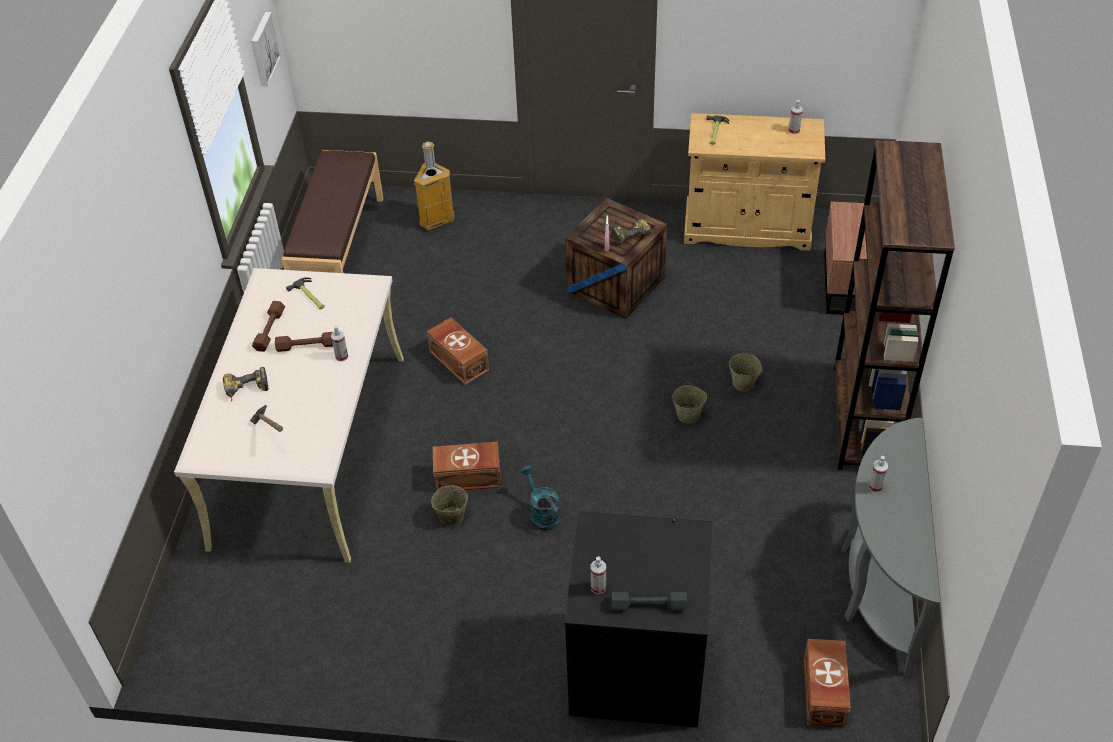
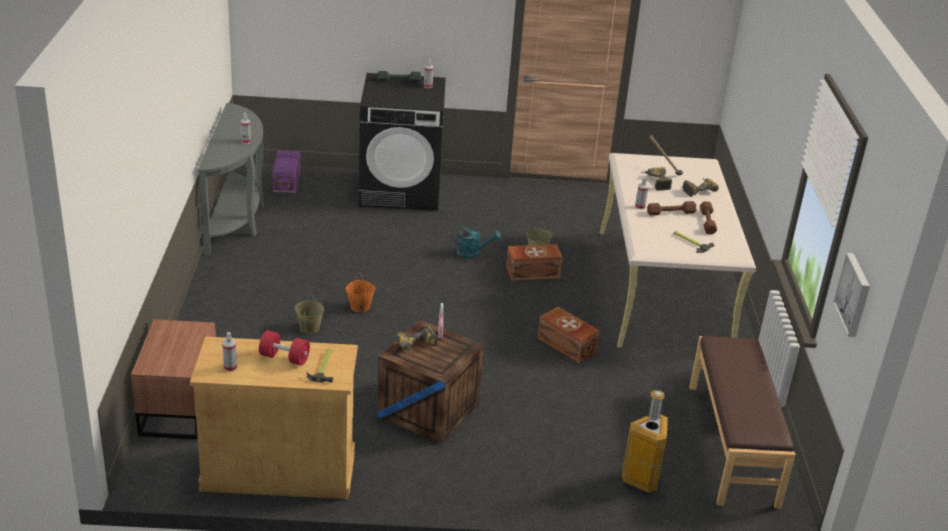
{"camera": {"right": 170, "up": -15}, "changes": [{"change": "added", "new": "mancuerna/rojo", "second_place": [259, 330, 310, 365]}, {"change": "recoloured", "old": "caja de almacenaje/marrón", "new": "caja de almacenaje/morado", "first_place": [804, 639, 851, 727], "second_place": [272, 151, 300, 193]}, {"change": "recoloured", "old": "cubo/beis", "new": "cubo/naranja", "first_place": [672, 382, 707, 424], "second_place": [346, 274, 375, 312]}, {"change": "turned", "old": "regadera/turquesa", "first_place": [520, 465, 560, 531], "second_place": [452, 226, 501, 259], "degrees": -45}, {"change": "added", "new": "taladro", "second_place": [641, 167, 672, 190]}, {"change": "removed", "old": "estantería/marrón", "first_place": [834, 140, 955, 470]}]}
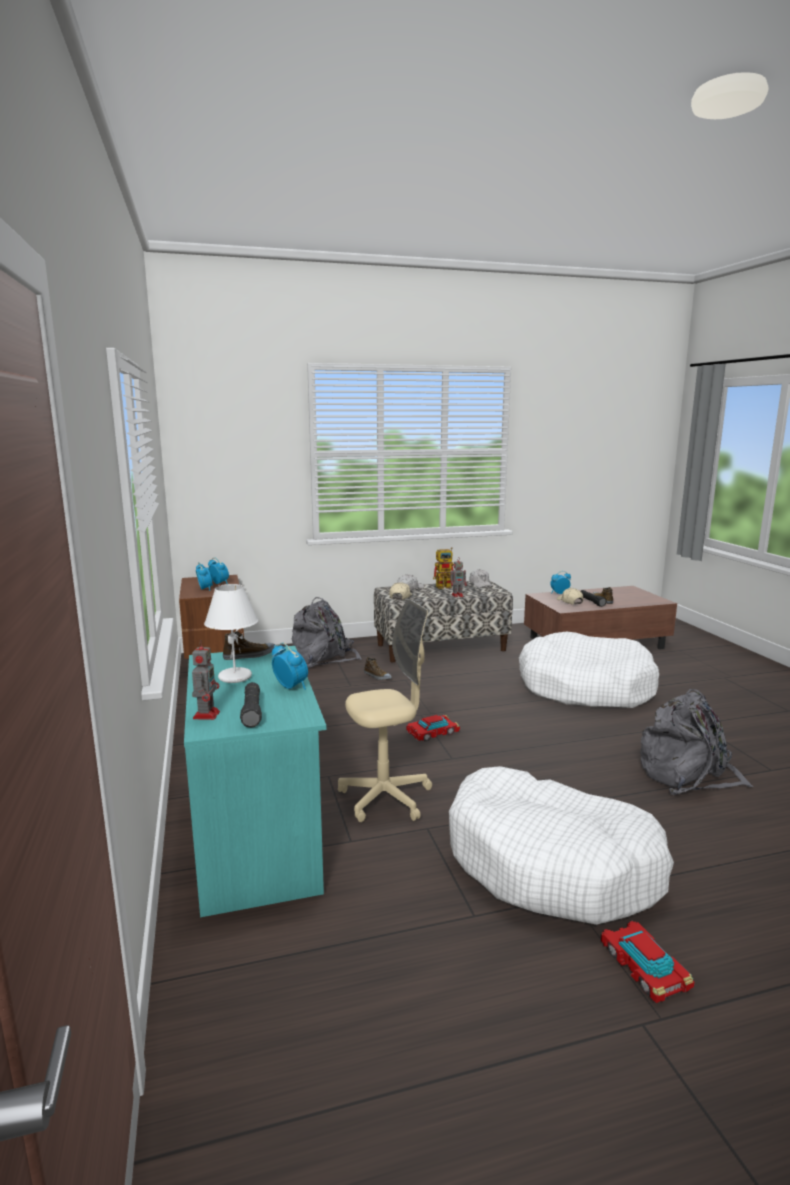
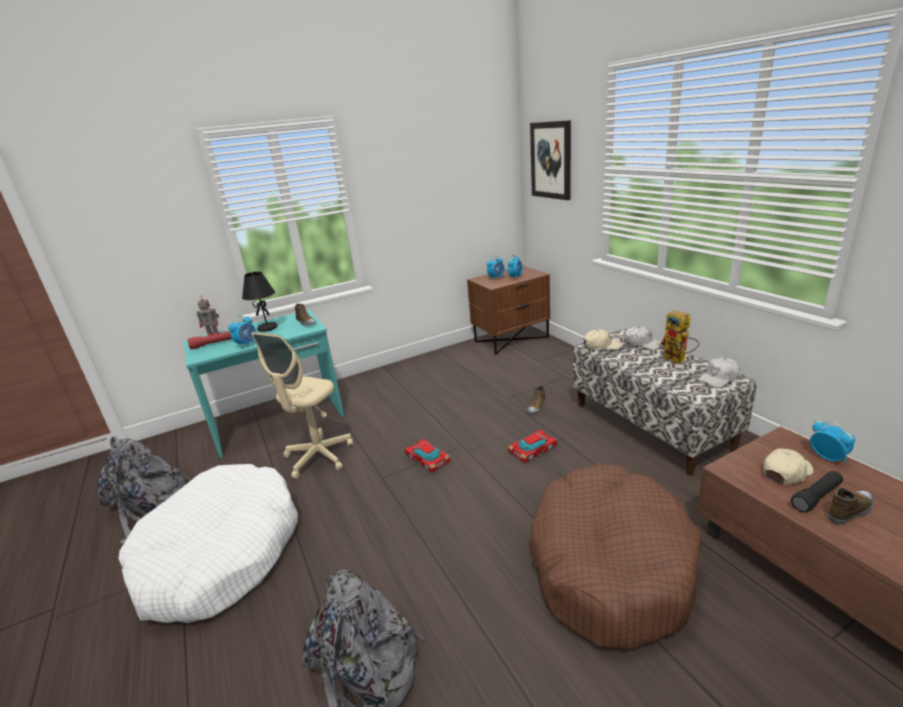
{"camera": {"right": 80, "up": 10}, "changes": [{"change": "moved", "old": "mochila/gris", "first_place": [292, 597, 361, 668], "second_place": [98, 436, 190, 544]}, {"change": "recoloured", "old": "linterna/negro", "new": "linterna/rojo", "first_place": [240, 682, 262, 727], "second_place": [187, 331, 232, 349]}, {"change": "recoloured", "old": "lámpara de mesa/blanco", "new": "lámpara de mesa/negro", "first_place": [204, 584, 258, 683], "second_place": [242, 271, 278, 332]}, {"change": "turned", "old": "silla de oficina/beis", "first_place": [338, 600, 432, 822], "second_place": [251, 332, 353, 479], "degrees": 60}, {"change": "moved", "old": "coche de juguete", "first_place": [601, 921, 695, 1003], "second_place": [508, 430, 557, 463]}, {"change": "recoloured", "old": "cama para perro/blanco", "new": "cama para perro/marrón", "first_place": [519, 632, 659, 708], "second_place": [529, 463, 701, 650]}, {"change": "added", "new": "cuadro", "second_place": [530, 120, 571, 200]}, {"change": "removed", "old": "robot de juguete", "first_place": [450, 558, 467, 597]}]}
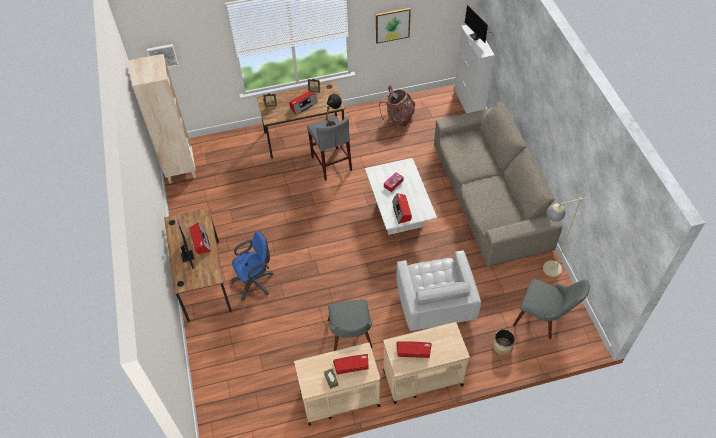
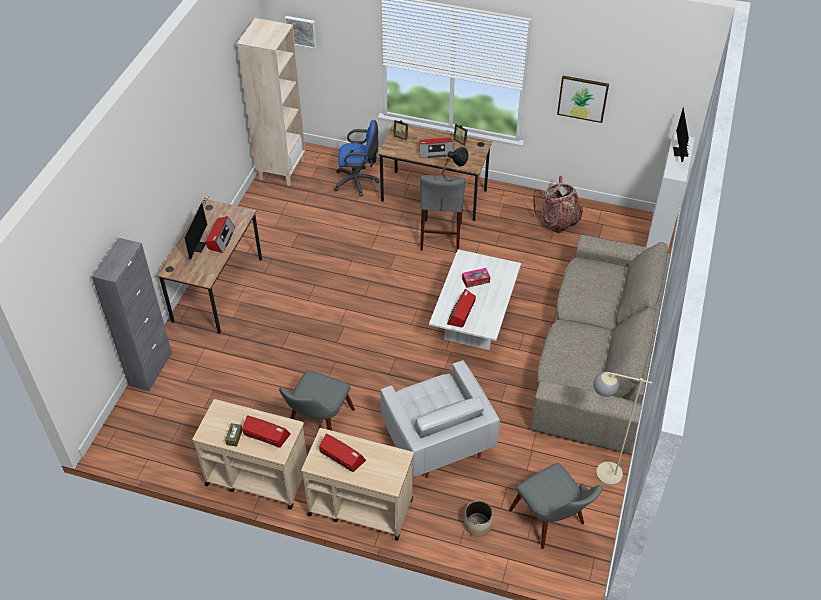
{"camera": {"right": 30, "up": -5}, "changes": [{"change": "added", "new": "armario/gris", "second_place": [92, 238, 172, 391]}, {"change": "moved", "old": "silla de oficina/azul", "first_place": [231, 231, 273, 301], "second_place": [334, 120, 379, 197]}, {"change": "turned", "old": "sillón/blanco", "first_place": [396, 250, 481, 331], "second_place": [380, 360, 500, 478], "degrees": -45}]}
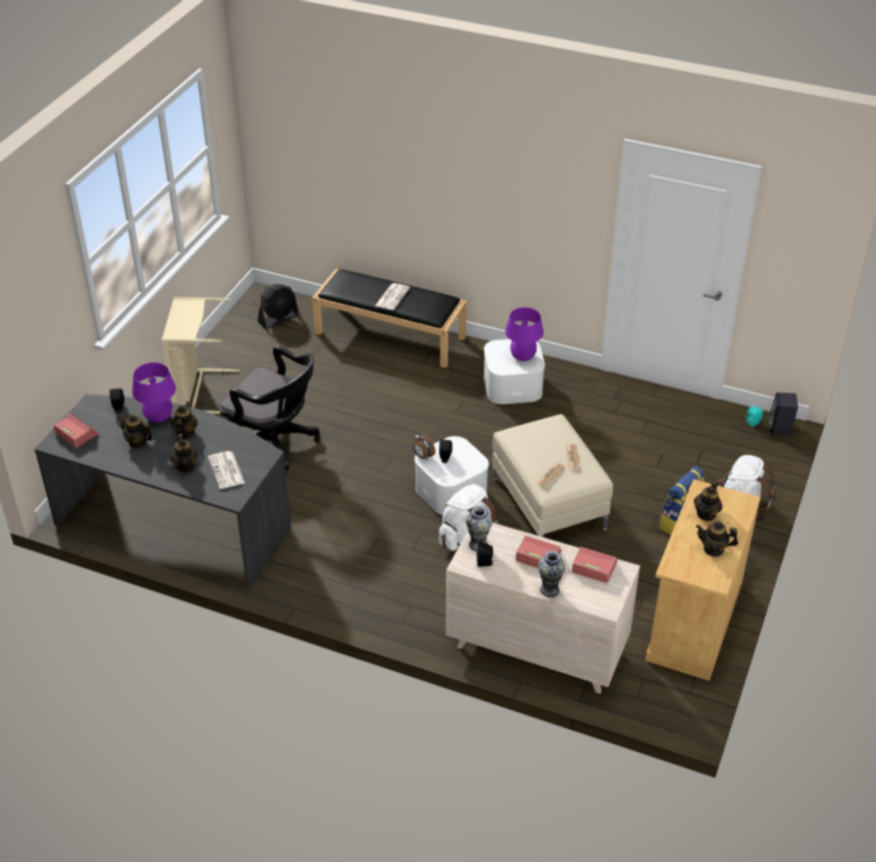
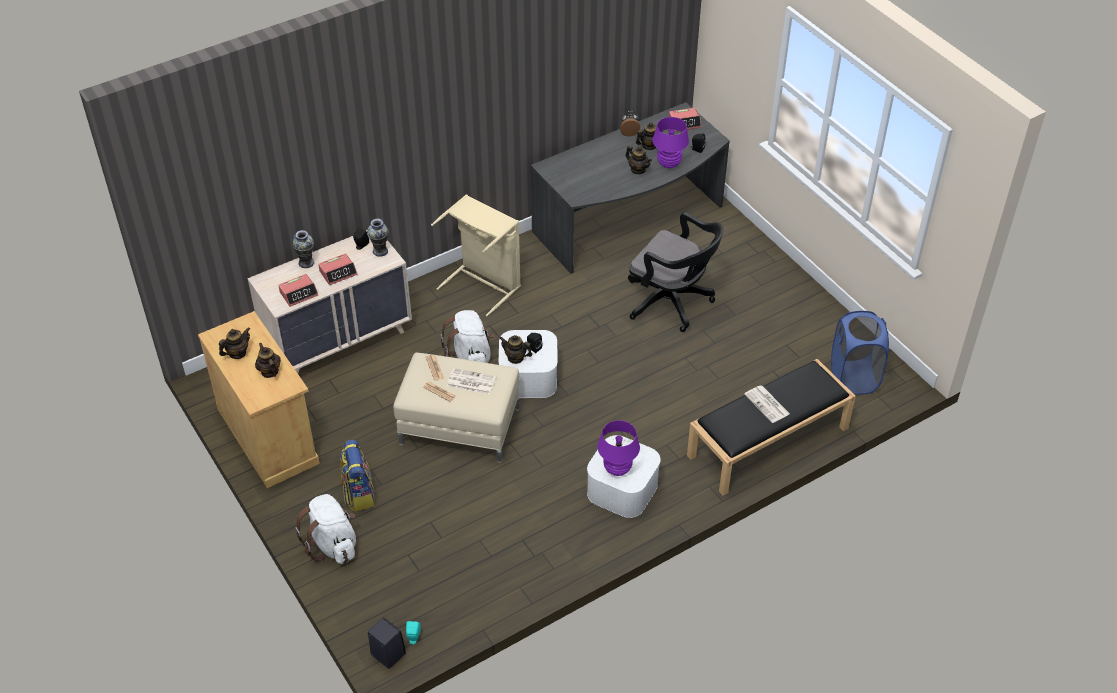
{"camera": {"right": 125, "up": 5}, "changes": [{"change": "moved", "old": "cesto de la ropa/beis", "first_place": [162, 297, 240, 414], "second_place": [431, 194, 521, 316]}, {"change": "moved", "old": "periódico", "first_place": [208, 451, 245, 489], "second_place": [447, 368, 496, 395]}, {"change": "moved", "old": "tetera", "first_place": [170, 434, 198, 472], "second_place": [499, 335, 533, 364]}, {"change": "moved", "old": "despertador", "first_place": [413, 432, 435, 460], "second_place": [620, 111, 640, 136]}, {"change": "turned", "old": "silla de oficina/negro", "first_place": [220, 346, 321, 473], "second_place": [628, 212, 723, 332], "degrees": -120}, {"change": "replaced", "old": "ventilador/negro", "new": "cesto de la ropa/azul", "first_place": [258, 284, 299, 329], "second_place": [831, 311, 889, 395]}]}
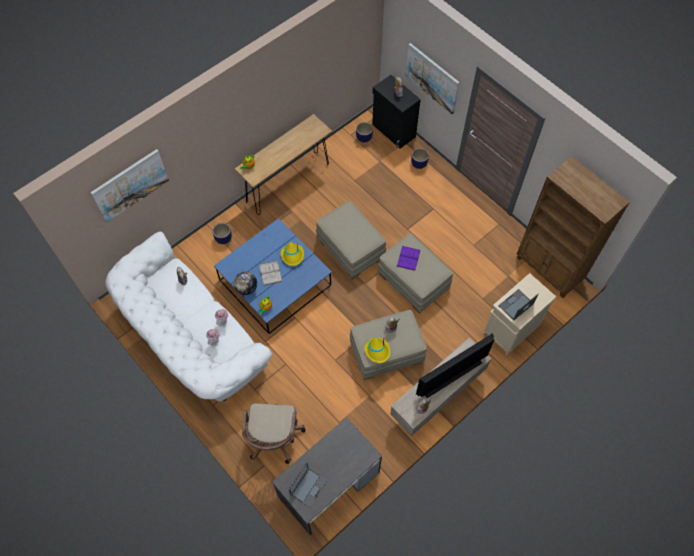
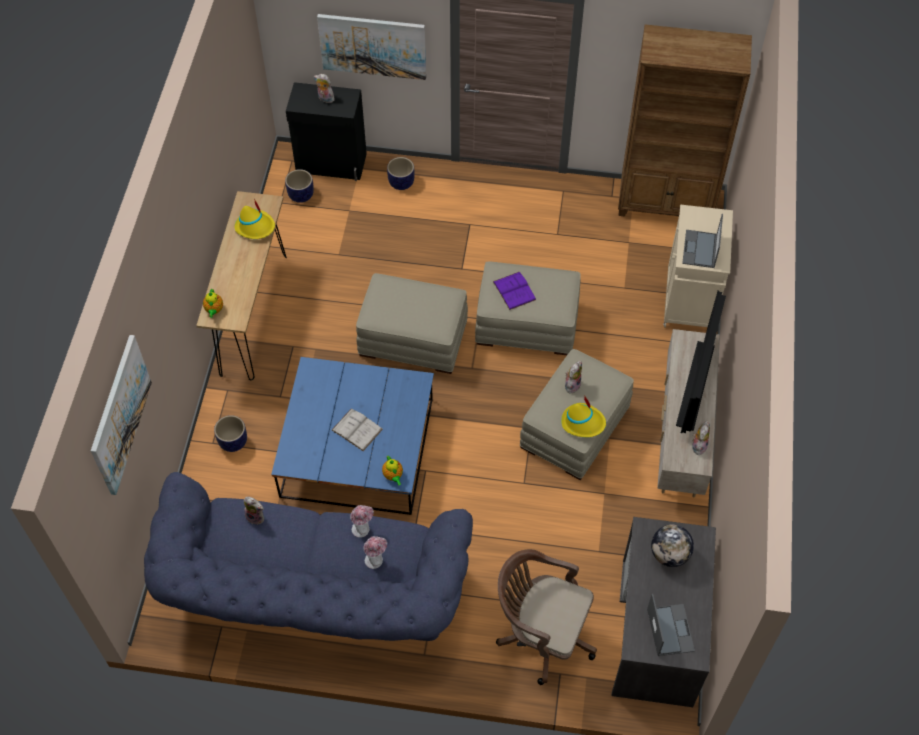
{"camera": {"right": -40, "up": -5}, "changes": [{"change": "recoloured", "old": "sofá/blanco", "new": "sofá/azul", "first_place": [105, 232, 272, 402], "second_place": [144, 472, 473, 641]}, {"change": "moved", "old": "sombrero/amarillo", "first_place": [281, 242, 304, 266], "second_place": [234, 199, 275, 239]}, {"change": "turned", "old": "silla de oficina/marrón", "first_place": [242, 403, 306, 464], "second_place": [496, 549, 597, 685], "degrees": 150}, {"change": "moved", "old": "globo terráqueo", "first_place": [234, 272, 257, 295], "second_place": [651, 524, 694, 567]}]}
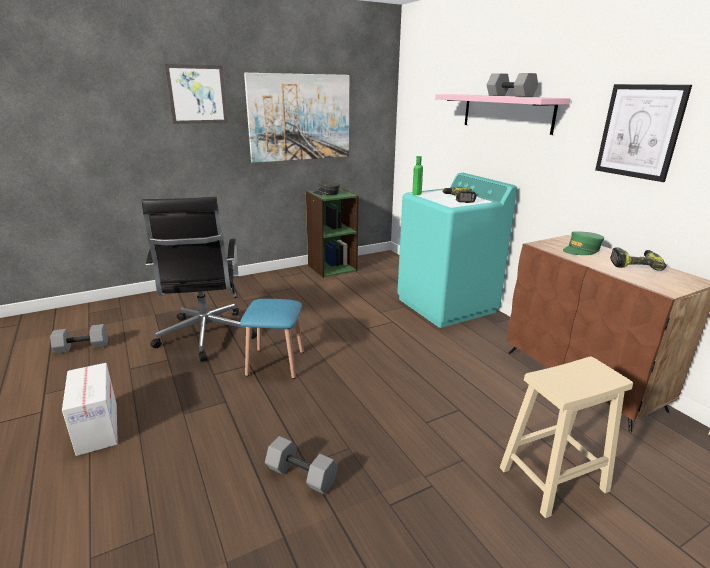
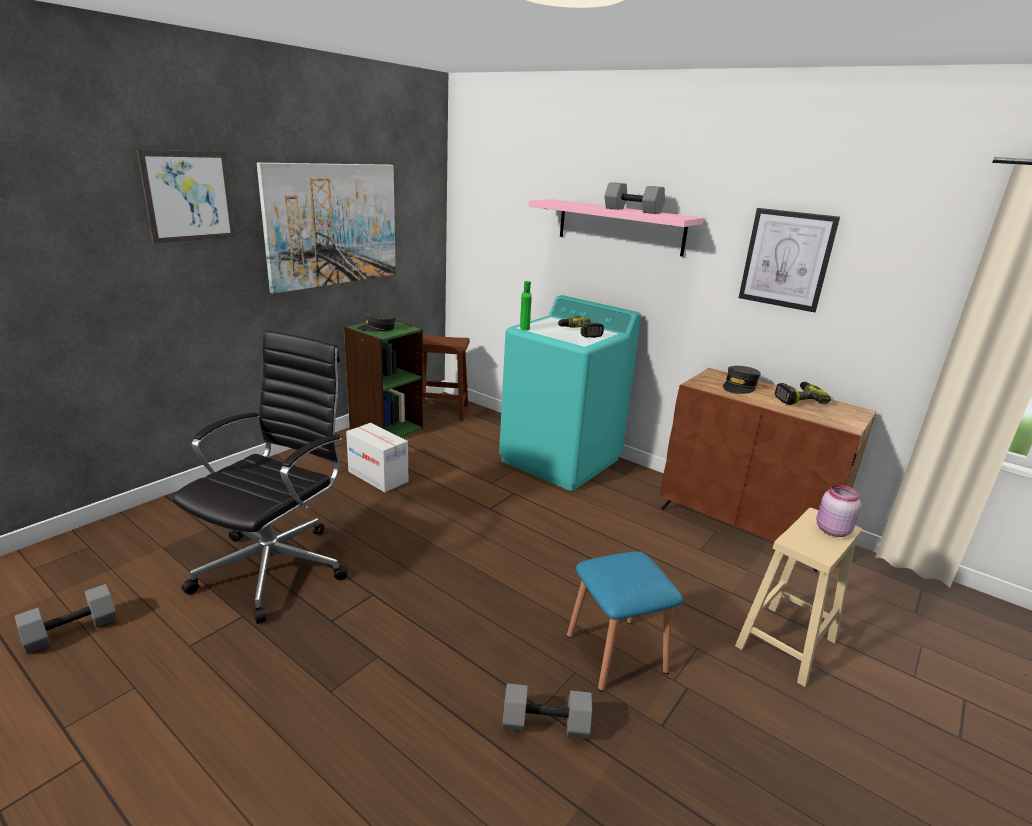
{"camera": {"right": -25, "up": 0}, "changes": [{"change": "turned", "old": "silla de oficina/negro", "first_place": [141, 197, 257, 362], "second_place": [173, 330, 348, 624], "degrees": -120}, {"change": "moved", "old": "caja de cartón", "first_place": [62, 363, 118, 456], "second_place": [346, 423, 408, 492]}, {"change": "added", "new": "taburete/marrón", "second_place": [423, 335, 470, 421]}, {"change": "moved", "old": "taburete/azul", "first_place": [240, 299, 304, 379], "second_place": [567, 551, 683, 691]}, {"change": "recoloured", "old": "gorra/verde", "new": "gorra/gris", "first_place": [563, 231, 604, 255], "second_place": [723, 366, 761, 394]}, {"change": "added", "new": "tarro/rosa", "second_place": [817, 485, 861, 537]}]}
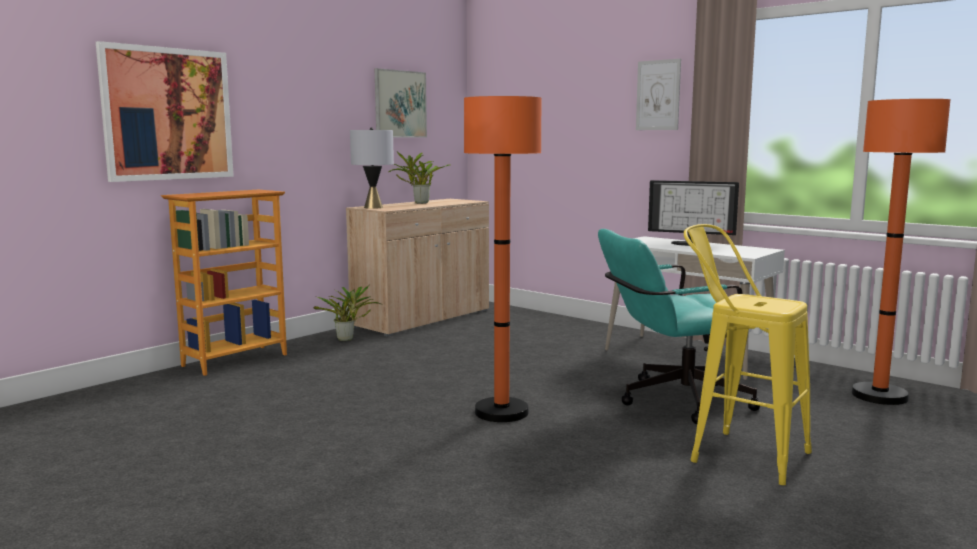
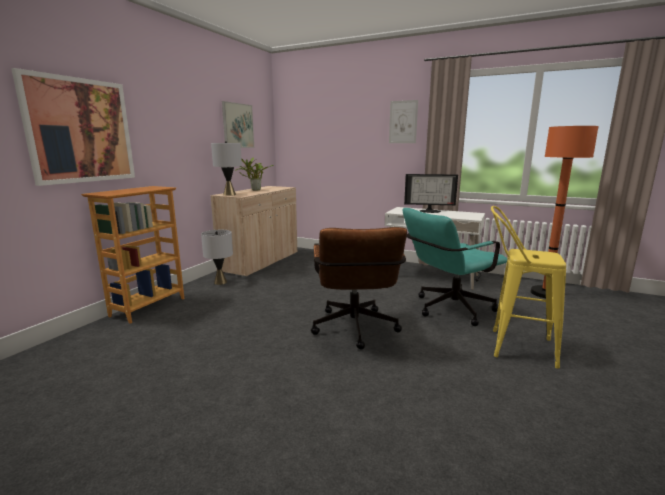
{"camera": {"right": -15, "up": 5}, "changes": [{"change": "replaced", "old": "planta en maceta", "new": "lámpara de mesa/gris", "first_place": [314, 285, 382, 341], "second_place": [201, 230, 233, 285]}, {"change": "replaced", "old": "lámpara de pie/naranja", "new": "silla de oficina/marrón", "first_place": [464, 96, 541, 422], "second_place": [311, 227, 407, 350]}]}
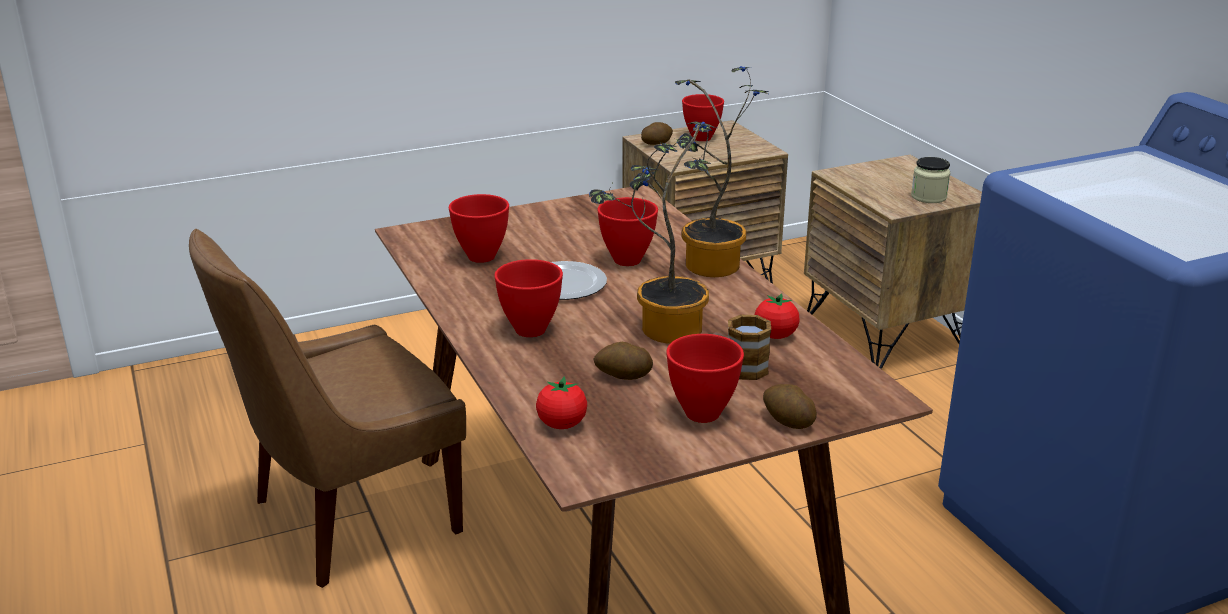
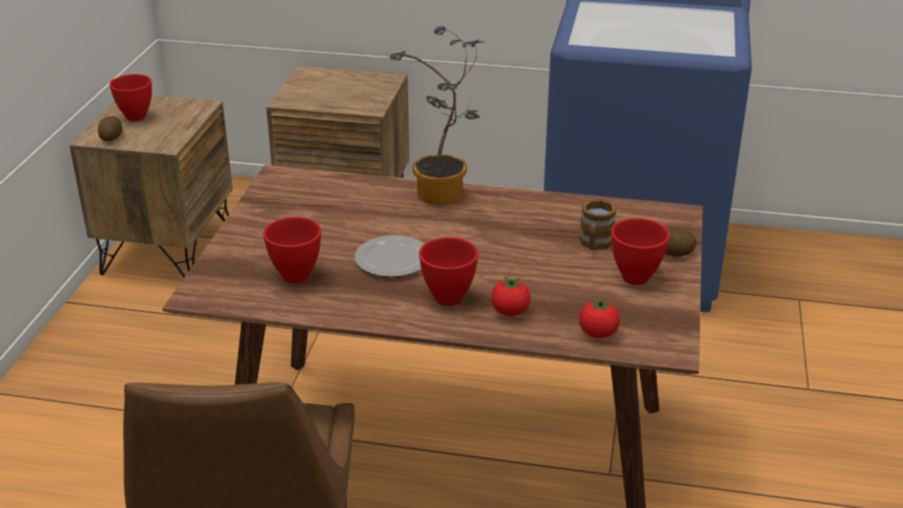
{"camera": {"right": -55, "up": 5}, "changes": [{"change": "moved", "old": "tomate", "first_place": [755, 293, 799, 339], "second_place": [491, 276, 531, 316]}, {"change": "removed", "old": "planta en maceta", "first_place": [589, 122, 716, 344]}, {"change": "removed", "old": "patata", "first_place": [593, 342, 653, 380]}, {"change": "removed", "old": "cuenco/rojo", "first_place": [597, 197, 658, 266]}, {"change": "removed", "old": "tarro", "first_place": [911, 157, 950, 203]}]}
